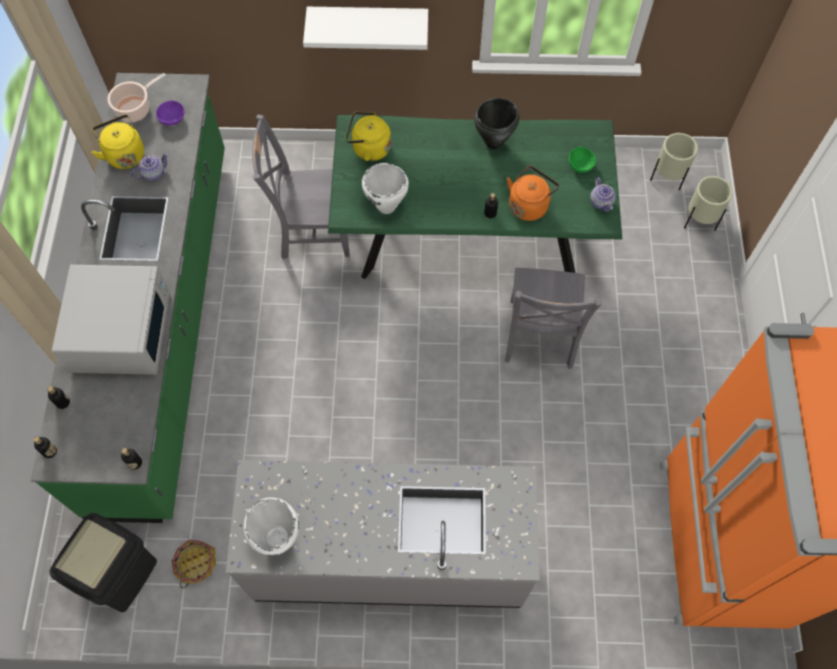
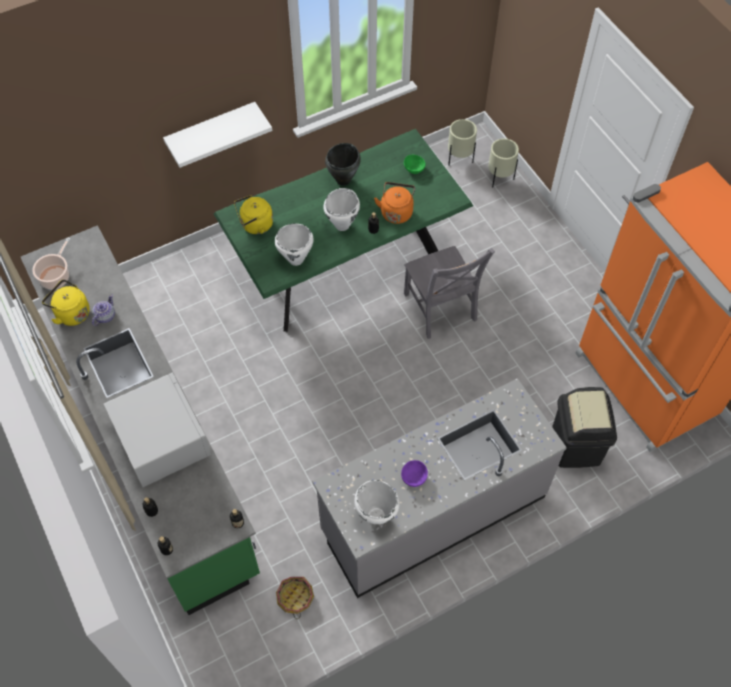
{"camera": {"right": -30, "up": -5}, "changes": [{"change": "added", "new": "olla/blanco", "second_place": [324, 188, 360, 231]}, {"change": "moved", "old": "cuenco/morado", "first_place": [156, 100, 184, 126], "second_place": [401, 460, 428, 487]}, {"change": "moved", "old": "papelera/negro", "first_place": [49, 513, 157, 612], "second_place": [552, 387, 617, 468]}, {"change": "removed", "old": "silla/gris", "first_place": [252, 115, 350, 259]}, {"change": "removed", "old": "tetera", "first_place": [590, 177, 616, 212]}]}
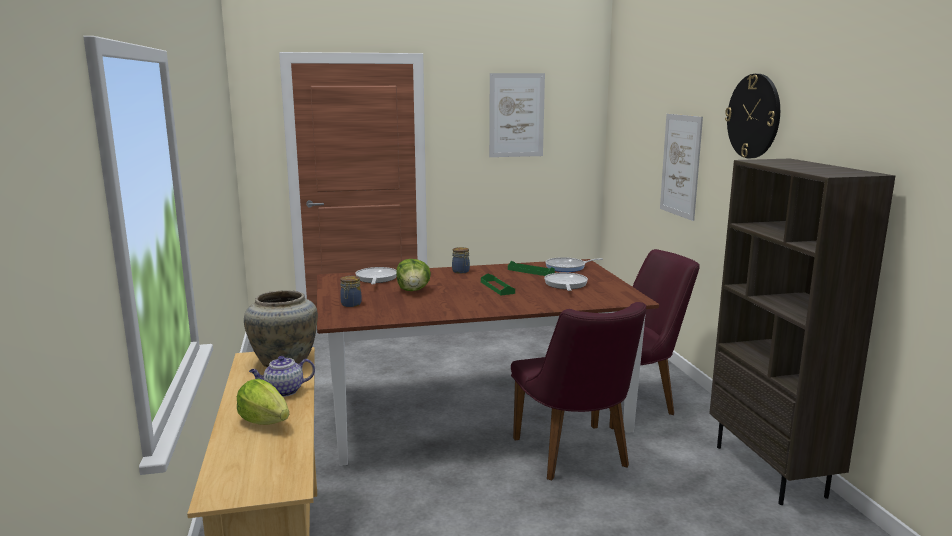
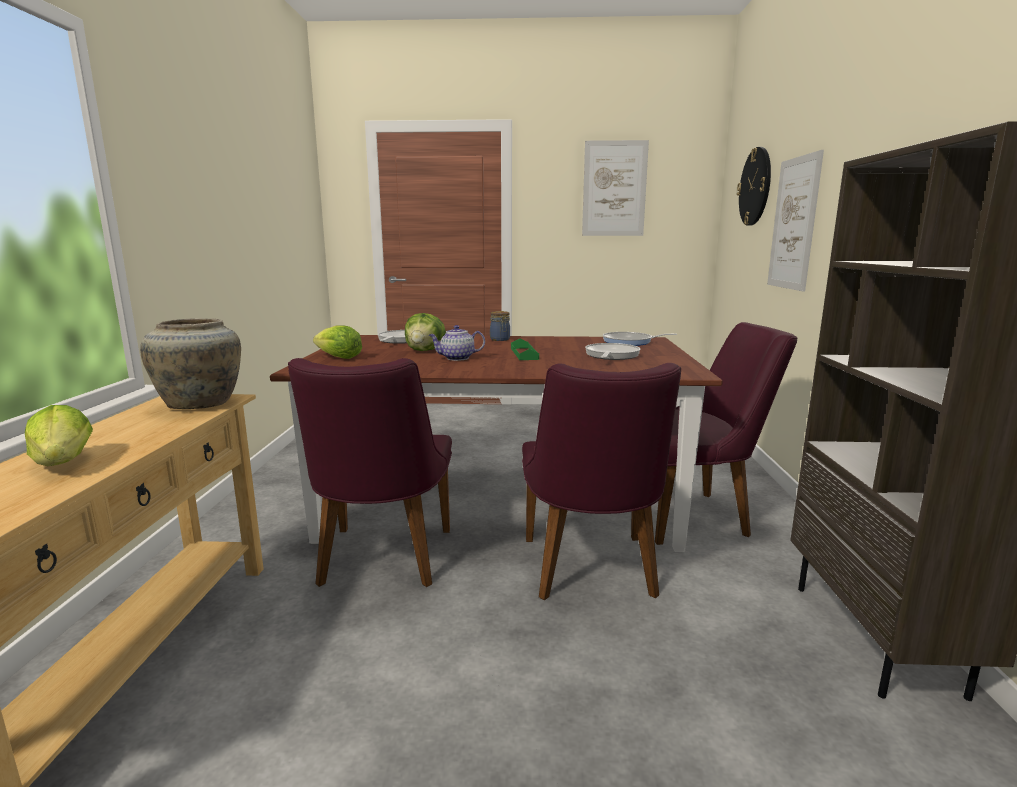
{"camera": {"right": 15, "up": 0}, "changes": [{"change": "added", "new": "silla/morado", "second_place": [288, 358, 452, 587]}, {"change": "replaced", "old": "tarro", "new": "lechuga", "first_place": [340, 276, 362, 307], "second_place": [313, 325, 362, 359]}, {"change": "moved", "old": "tetera", "first_place": [249, 356, 315, 397], "second_place": [429, 325, 485, 361]}, {"change": "moved", "old": "reloj de pared", "first_place": [725, 74, 780, 158], "second_place": [737, 147, 771, 226]}, {"change": "removed", "old": "bandeja/verde", "first_place": [508, 261, 555, 276]}]}
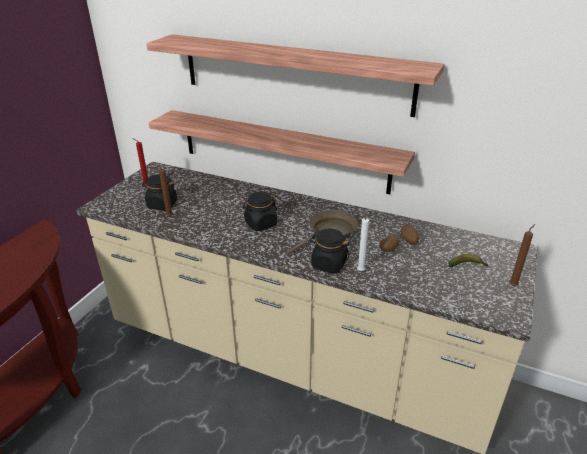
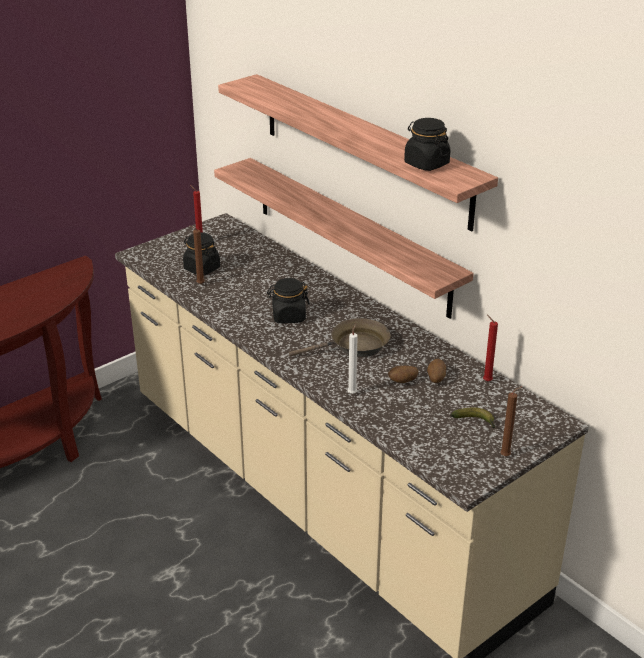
{"camera": {"right": 25, "up": 0}, "changes": [{"change": "moved", "old": "tarro/negro", "first_place": [310, 228, 350, 273], "second_place": [404, 118, 450, 171]}, {"change": "added", "new": "vela/rojo", "second_place": [483, 315, 498, 382]}]}
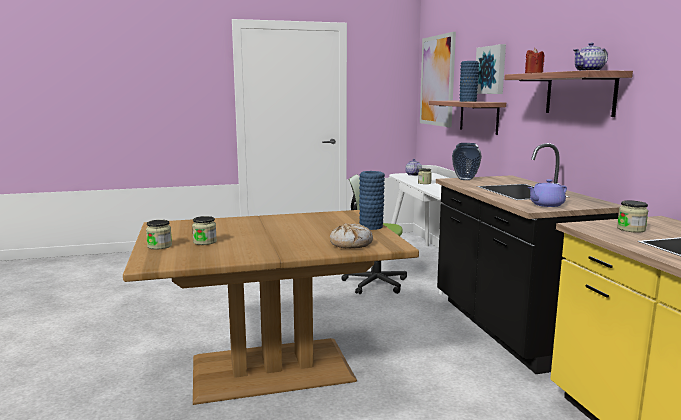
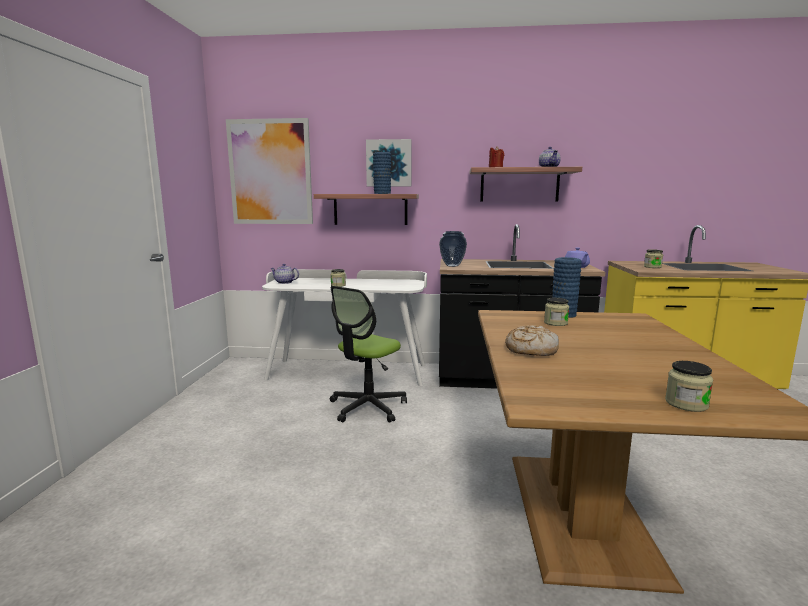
{"camera": {"right": -70, "up": 0}, "changes": [{"change": "moved", "old": "pan", "first_place": [330, 223, 373, 248], "second_place": [505, 325, 559, 356]}, {"change": "moved", "old": "tarro", "first_place": [192, 216, 217, 245], "second_place": [544, 298, 569, 326]}]}
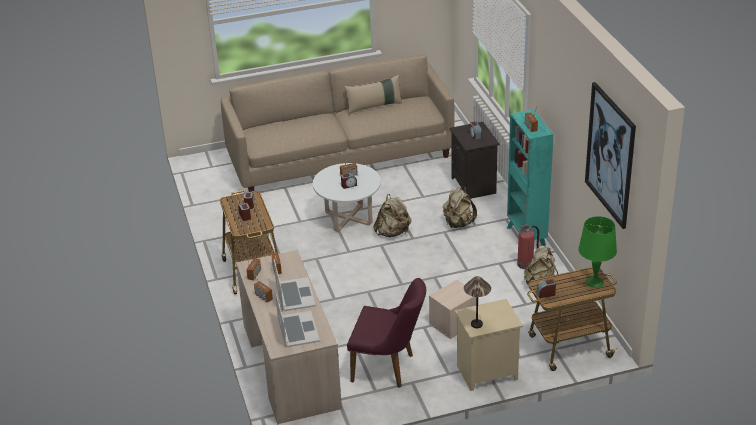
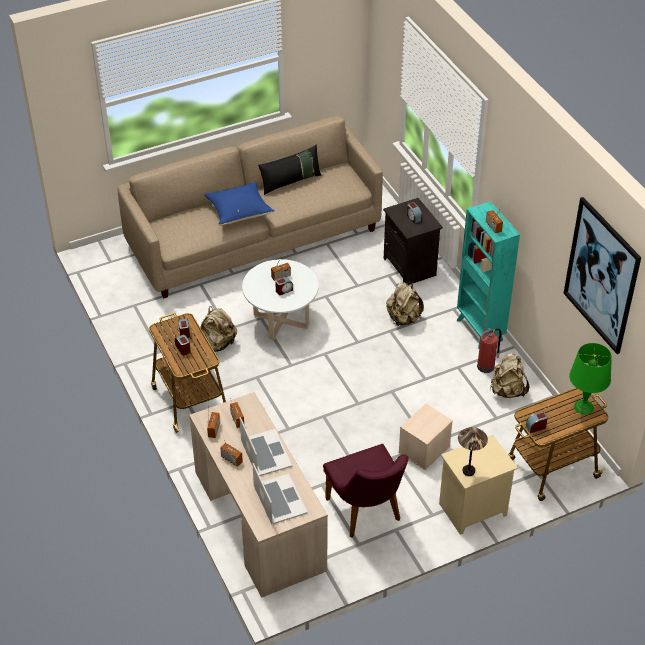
{"camera": {"right": -10, "up": 10}, "changes": [{"change": "moved", "old": "mochila/beis", "first_place": [373, 194, 411, 237], "second_place": [200, 306, 237, 352]}, {"change": "added", "new": "cojín/azul", "second_place": [204, 182, 275, 225]}, {"change": "recoloured", "old": "cojín/beis", "new": "cojín/negro", "first_place": [344, 75, 402, 114], "second_place": [258, 145, 321, 195]}, {"change": "turned", "old": "silla/morado", "first_place": [347, 278, 426, 388], "second_place": [323, 444, 408, 538], "degrees": 60}]}
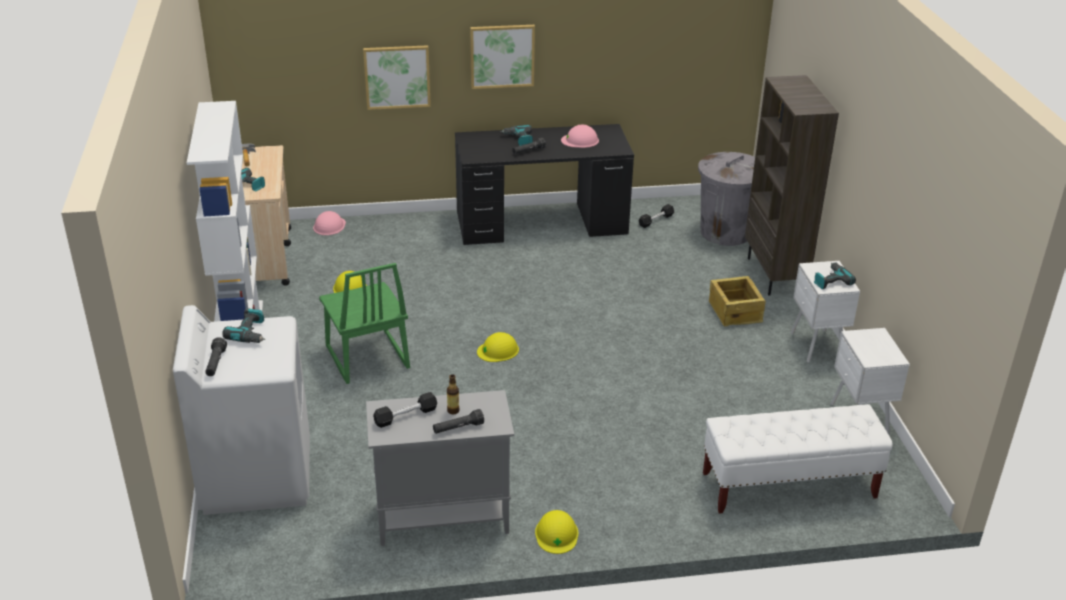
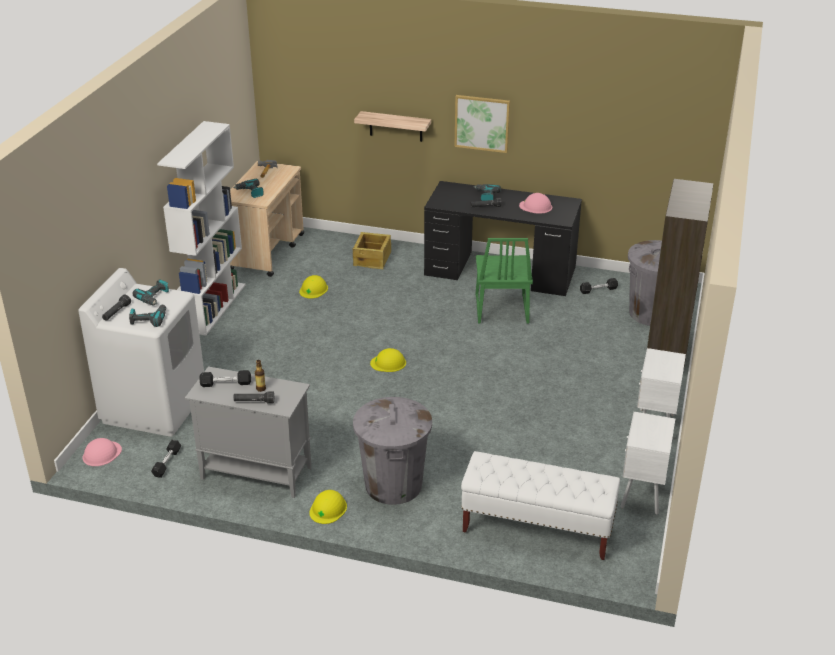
{"camera": {"right": 25, "up": 0}, "changes": [{"change": "moved", "old": "casco/rosa", "first_place": [313, 211, 346, 235], "second_place": [83, 438, 122, 466]}, {"change": "moved", "old": "taladro", "first_place": [814, 262, 856, 289], "second_place": [129, 305, 166, 327]}, {"change": "added", "new": "mancuerna/negro", "second_place": [151, 440, 181, 478]}, {"change": "moved", "old": "caja de embalaje", "first_place": [709, 276, 766, 326], "second_place": [353, 232, 391, 269]}, {"change": "added", "new": "papelera/gris", "second_place": [353, 397, 432, 505]}, {"change": "replaced", "old": "cuadro", "new": "estante", "first_place": [363, 45, 431, 110], "second_place": [354, 111, 431, 142]}, {"change": "moved", "old": "silla/verde", "first_place": [319, 263, 410, 384], "second_place": [476, 238, 533, 323]}]}
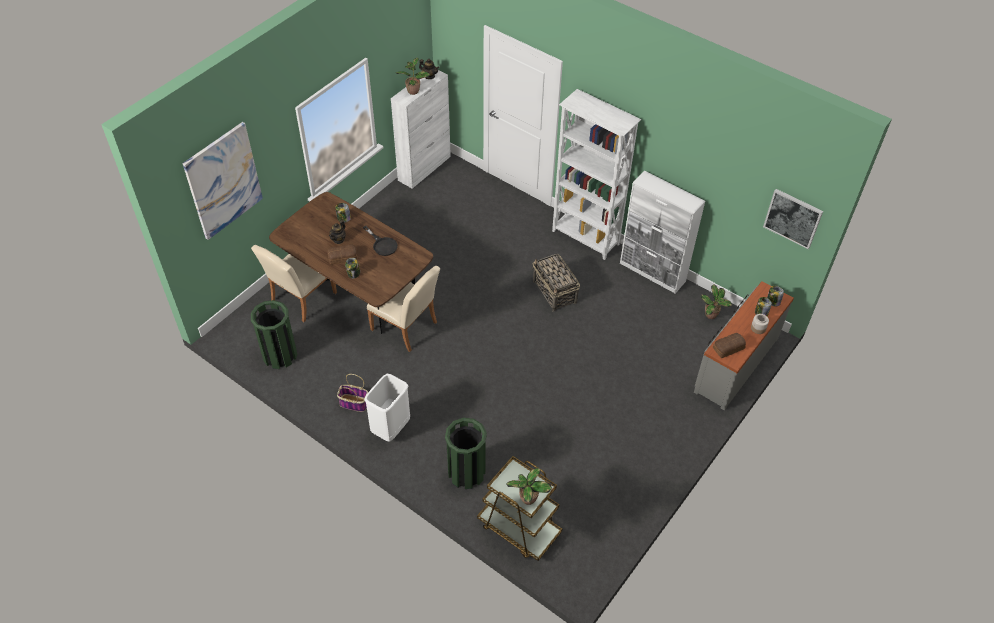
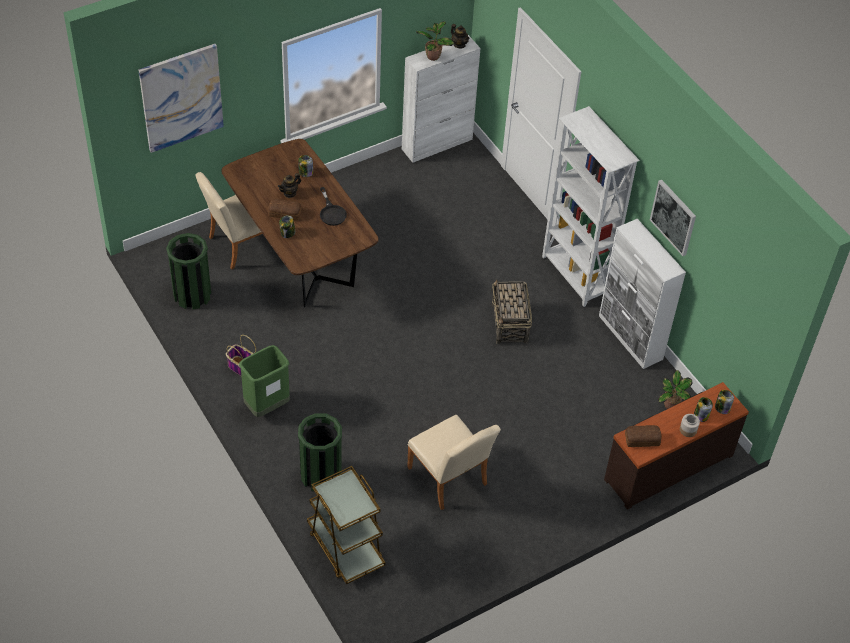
{"camera": {"right": 20, "up": 0}, "changes": [{"change": "recoloured", "old": "papelera/blanco", "new": "papelera/verde", "first_place": [364, 374, 410, 442], "second_place": [239, 345, 290, 417]}, {"change": "moved", "old": "silla/beis", "first_place": [367, 266, 440, 352], "second_place": [407, 415, 501, 510]}, {"change": "recoloured", "old": "cómoda/gris", "new": "cómoda/marrón", "first_place": [694, 281, 794, 410], "second_place": [604, 382, 749, 510]}, {"change": "moved", "old": "cuadro", "first_place": [763, 189, 823, 249], "second_place": [650, 180, 696, 256]}, {"change": "removed", "old": "planta en maceta", "first_place": [506, 467, 552, 505]}]}
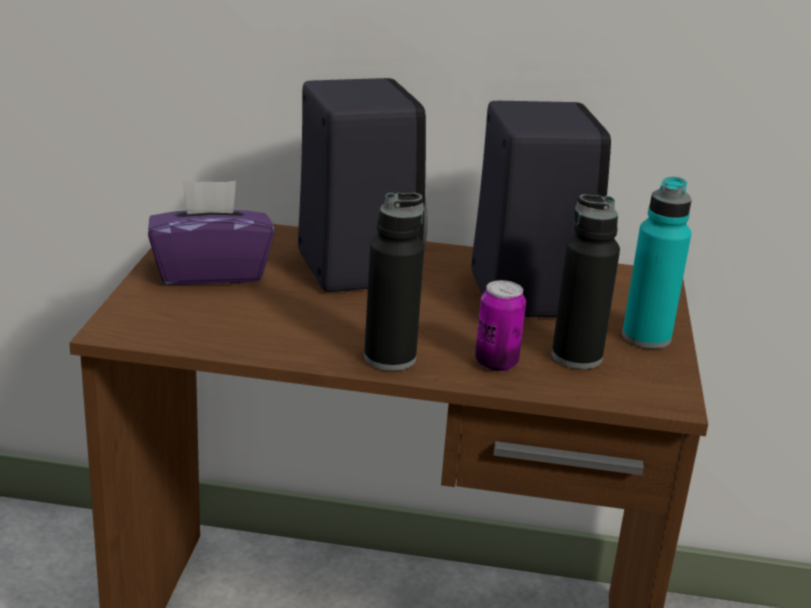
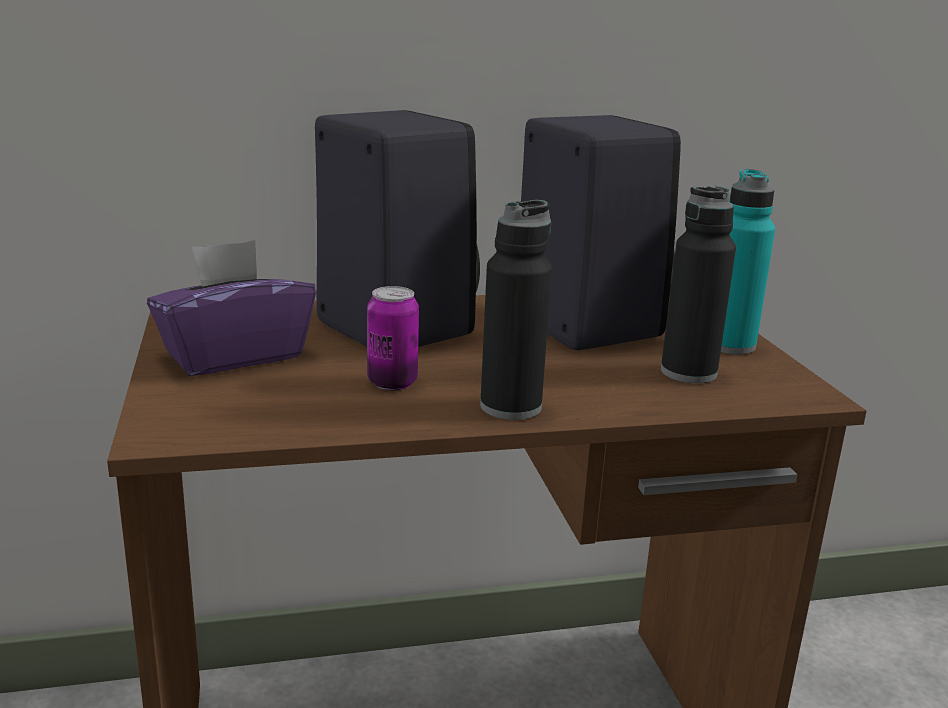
{"camera": {"right": -20, "up": -5}, "changes": [{"change": "moved", "old": "lata", "first_place": [475, 280, 526, 372], "second_place": [367, 286, 419, 391]}]}
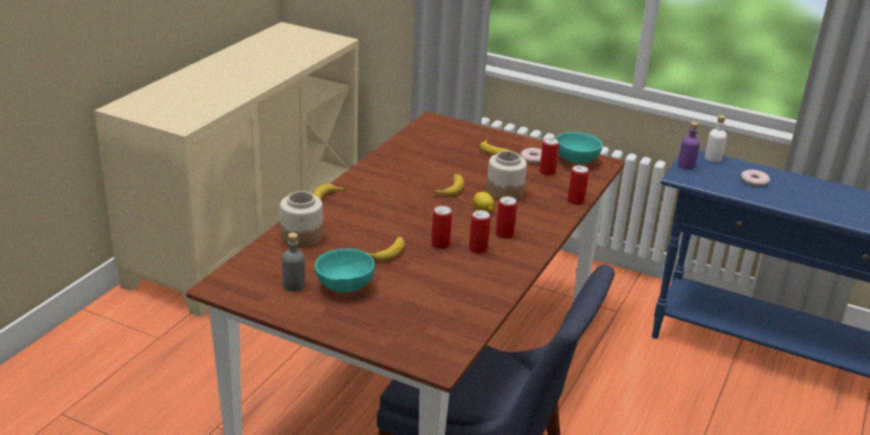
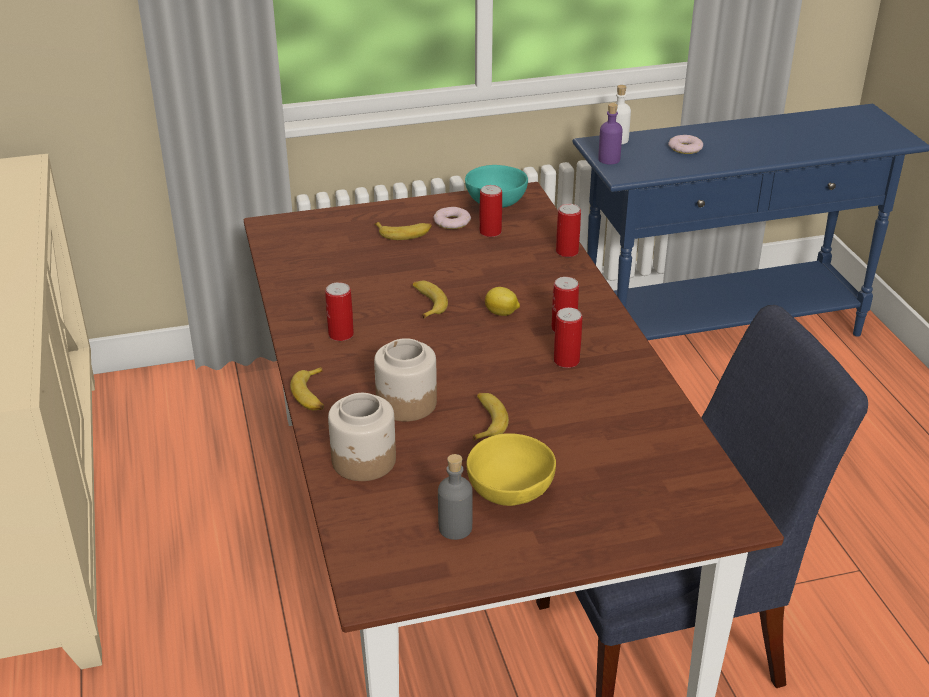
{"camera": {"right": -40, "up": 5}, "changes": [{"change": "moved", "old": "lata", "first_place": [431, 206, 452, 249], "second_place": [325, 282, 354, 341]}, {"change": "moved", "old": "tarro", "first_place": [487, 151, 527, 200], "second_place": [374, 338, 437, 422]}, {"change": "recoloured", "old": "cuenco/turquesa", "new": "cuenco/amarillo", "first_place": [315, 248, 375, 292], "second_place": [467, 433, 556, 506]}]}
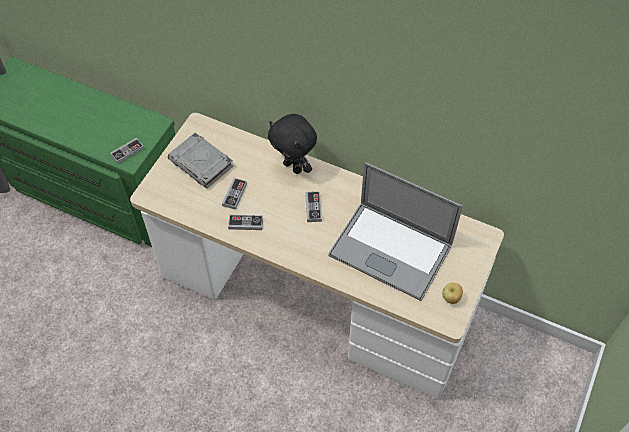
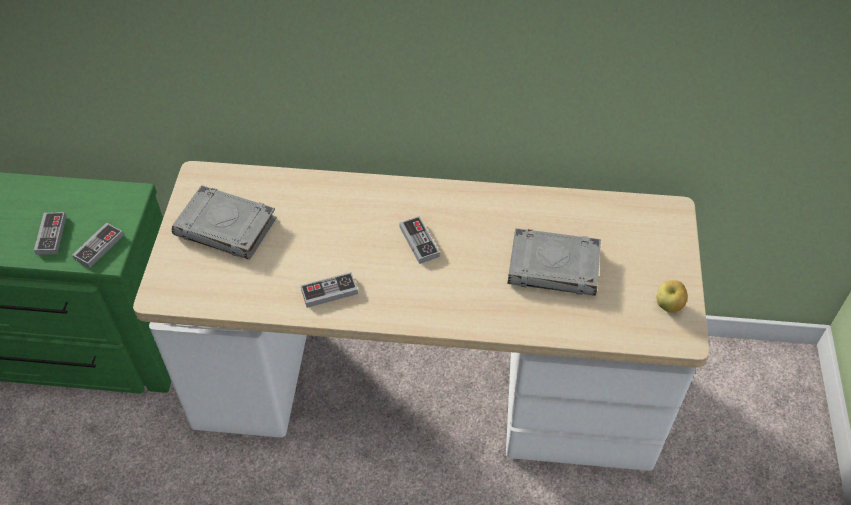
{"camera": {"right": -20, "up": -5}, "changes": [{"change": "moved", "old": "mando de consola", "first_place": [222, 178, 247, 210], "second_place": [34, 212, 66, 255]}, {"change": "replaced", "old": "portátil", "new": "libro/gris", "first_place": [329, 162, 463, 301], "second_place": [507, 228, 601, 296]}, {"change": "removed", "old": "peluche/negro", "first_place": [268, 114, 317, 174]}]}
